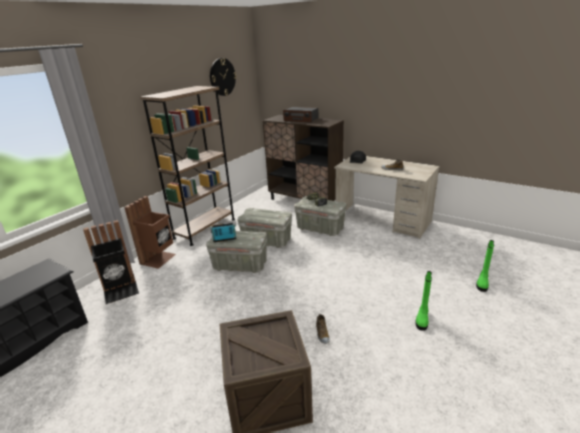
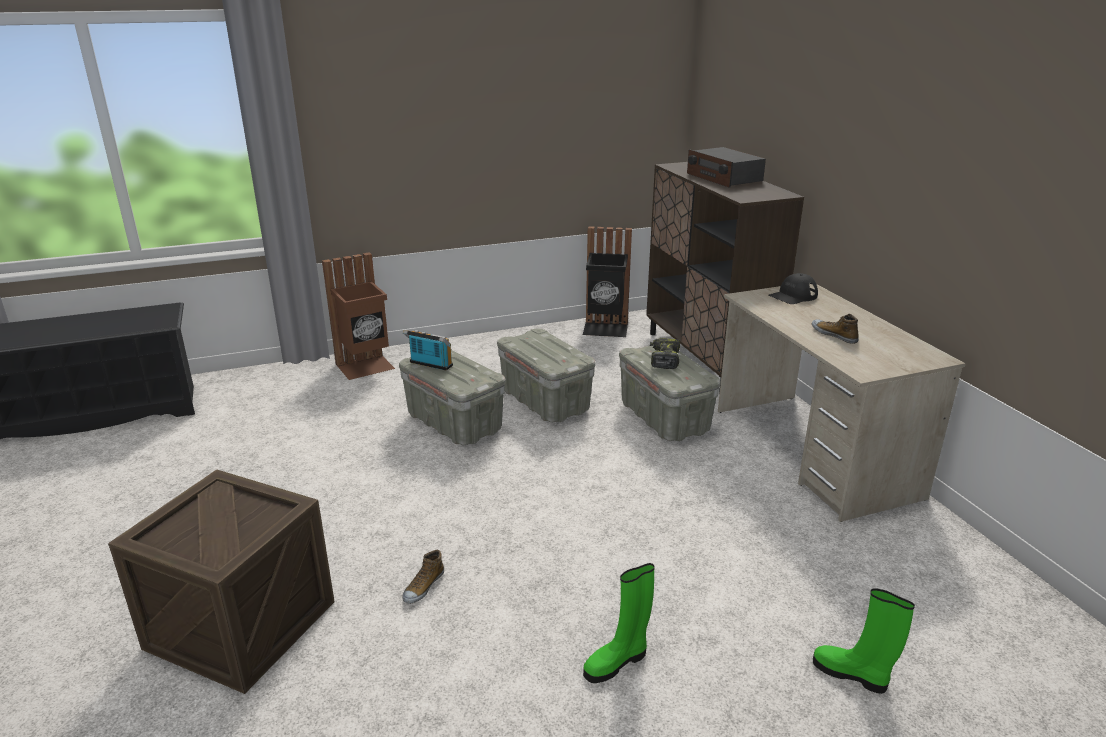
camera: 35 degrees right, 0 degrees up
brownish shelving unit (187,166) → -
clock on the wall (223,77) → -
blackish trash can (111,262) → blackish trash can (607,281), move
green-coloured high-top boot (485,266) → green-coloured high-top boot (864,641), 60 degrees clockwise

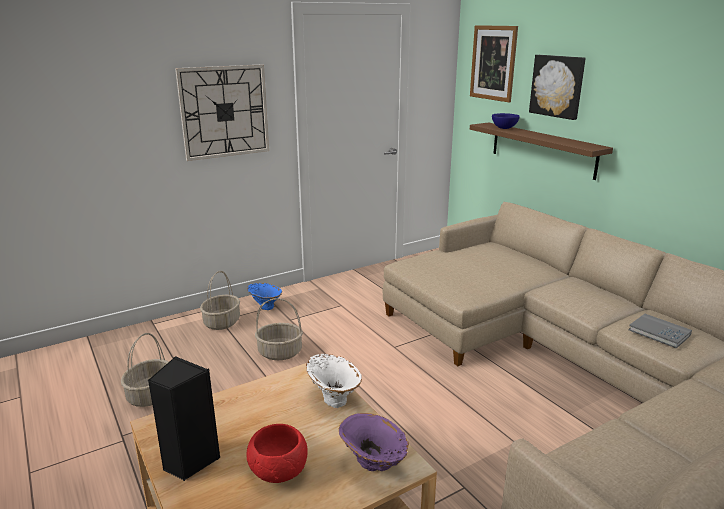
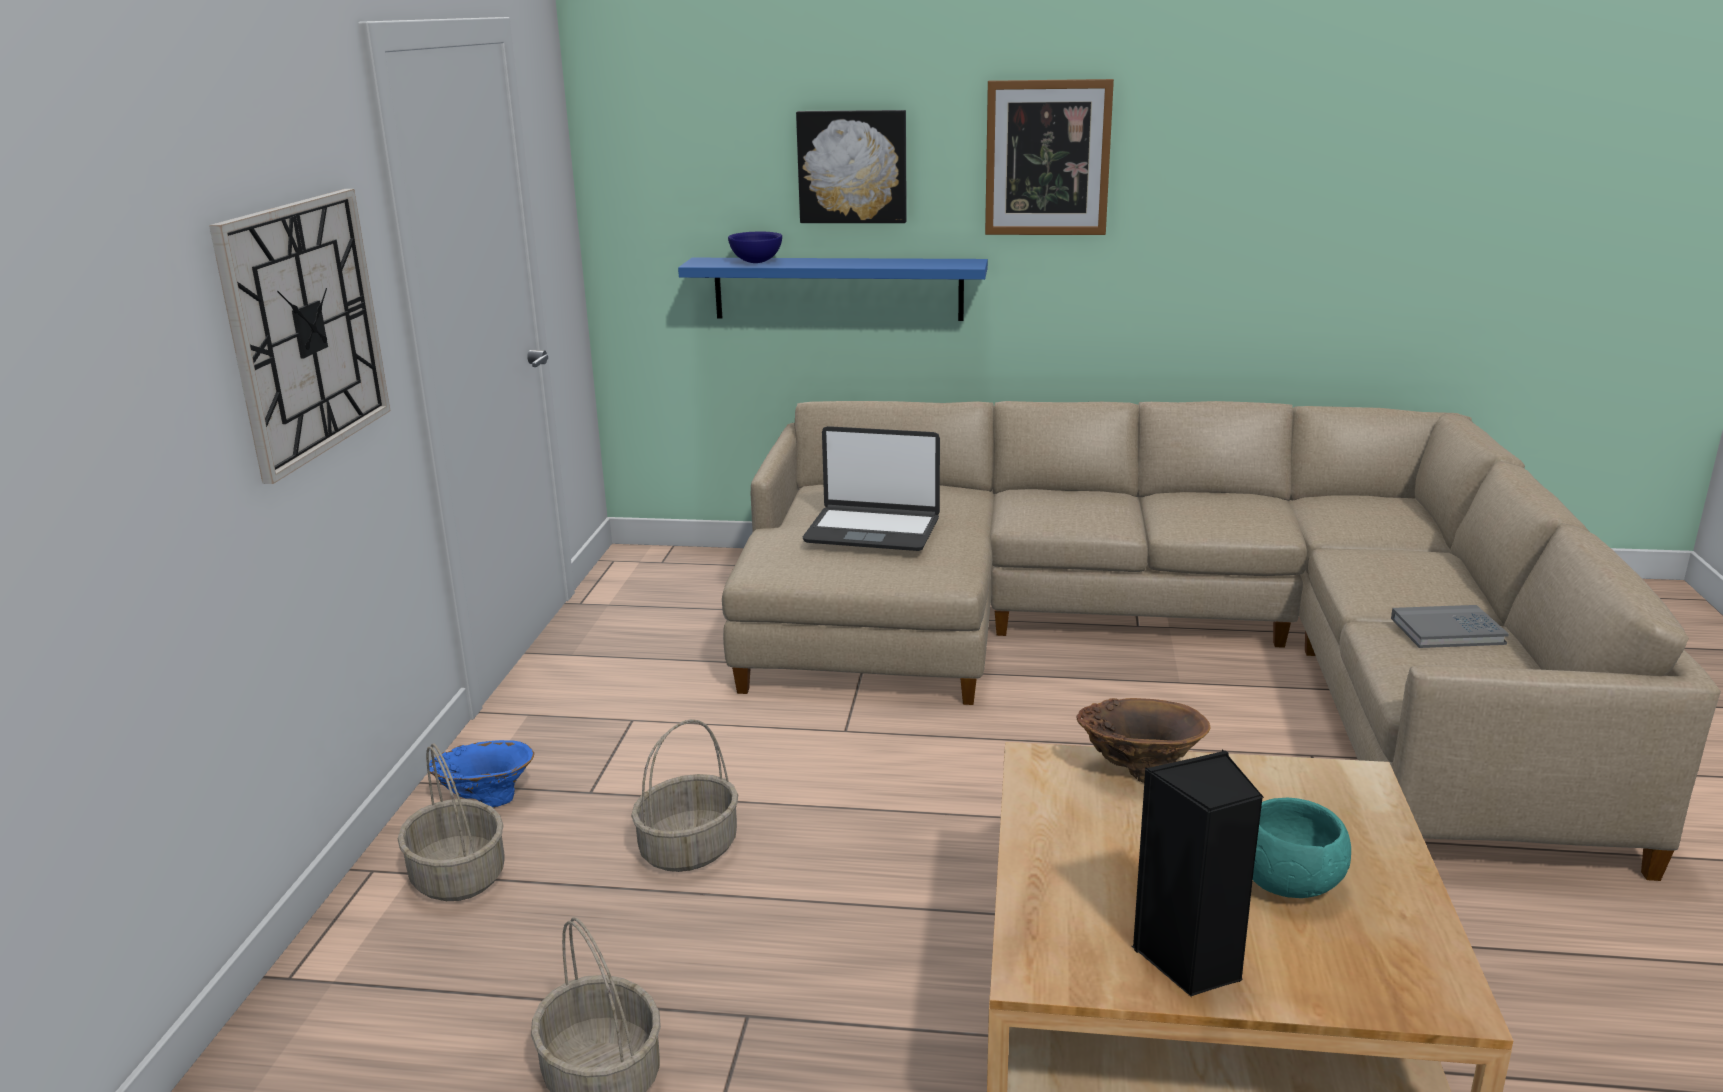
camera: 50 degrees left, 0 degrees up
purplish vase (374,442) → -
- → notebook computer (871,488)
wall picture (494,64) → wall picture (1049,157), move
gray book (660,331) → gray book (1450,626), move
red deep dish (277,453) → blue-green deep dish (1302,848)
whitish vase (334,381) → brownish vase (1143,740)
brownish bracket shelf (541,151) → blue-coloured bracket shelf (833,289)

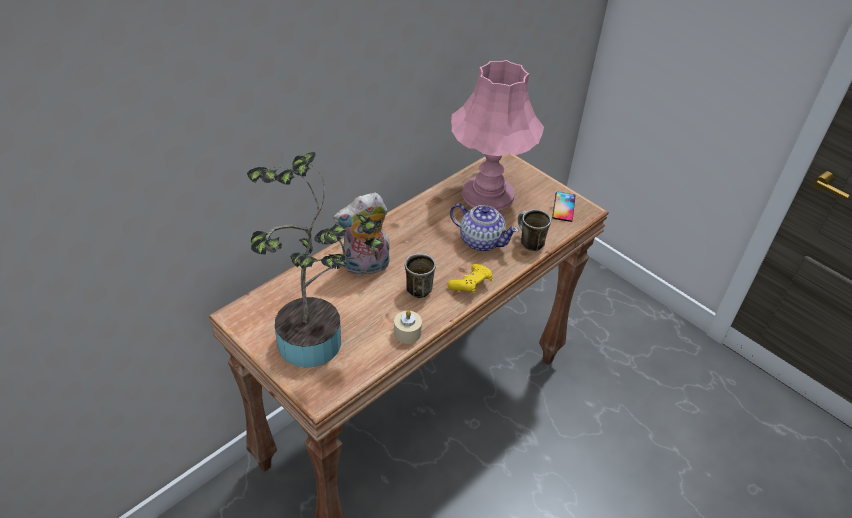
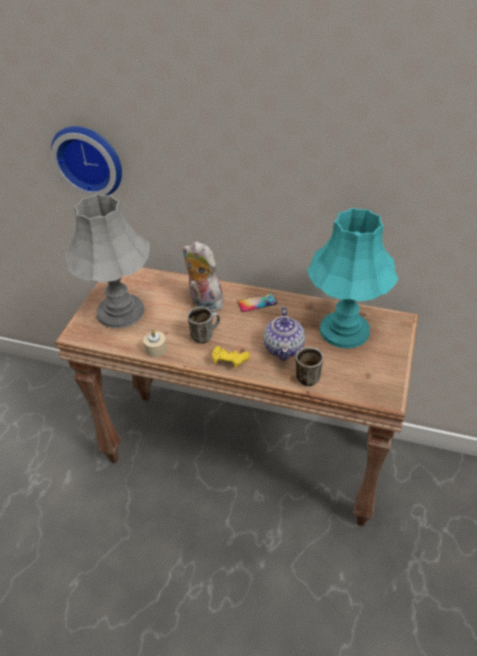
camera: 65 degrees right, 0 degrees up
- → clock on the wall (86,161)
phone (563,207) → phone (257,302), move
plant in a pot (315,260) → gray tabletop lamp (107,261)
pink tabletop lamp (497,135) → blue-green tabletop lamp (353,278)

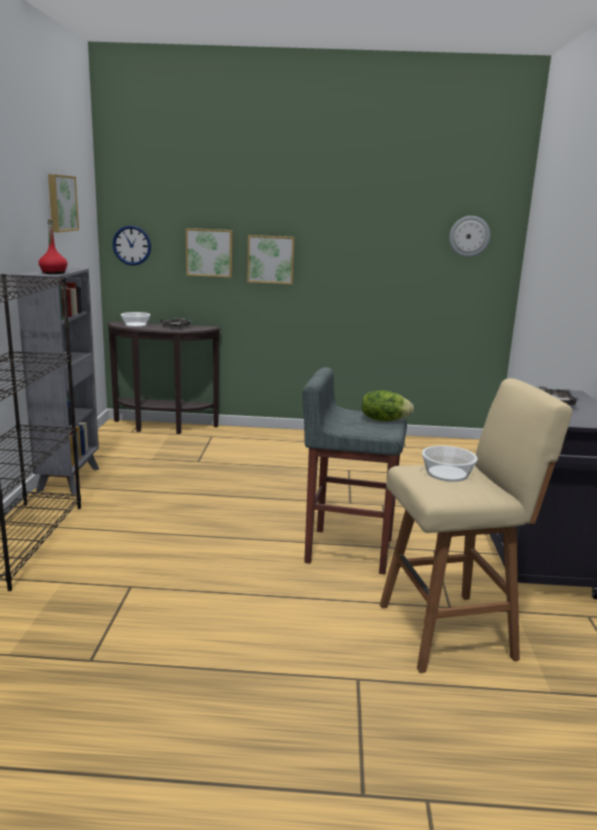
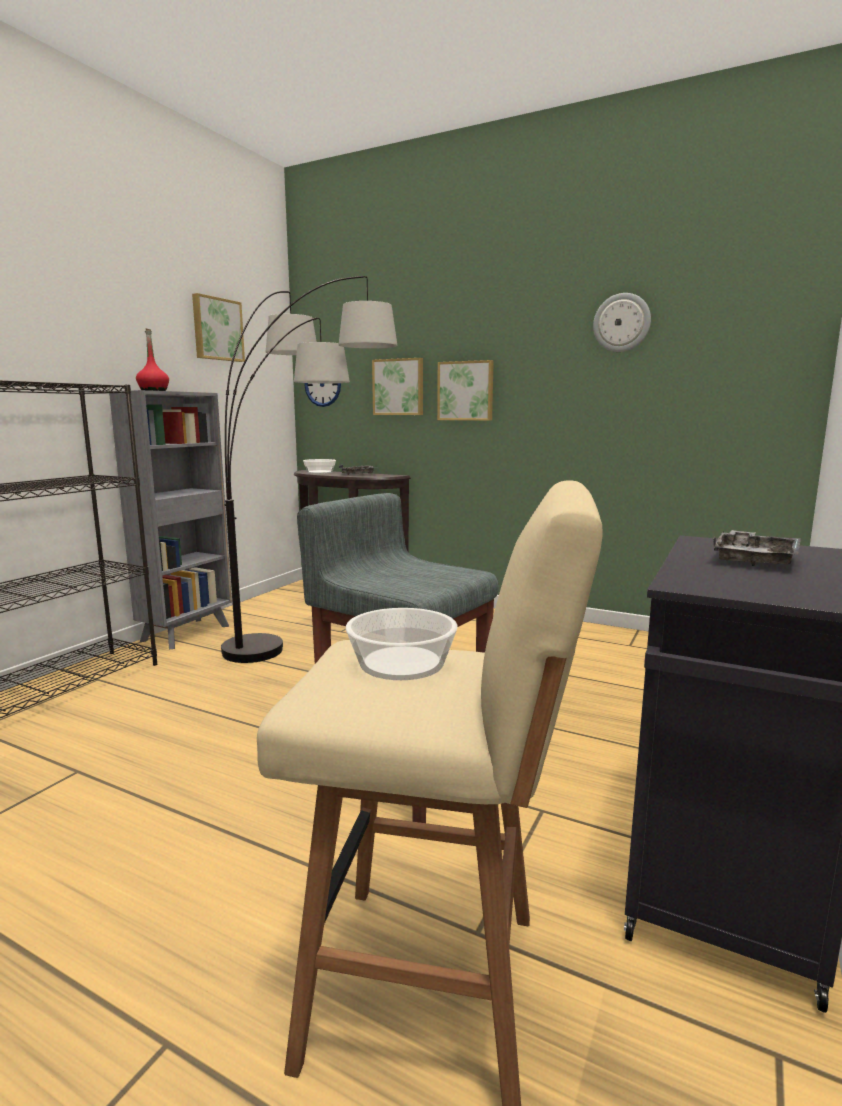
camera: 25 degrees right, 5 degrees down
lettuce head (388,405) → -
- → standard lamp (309,469)
clock on the wall (469,236) → clock on the wall (622,322), move

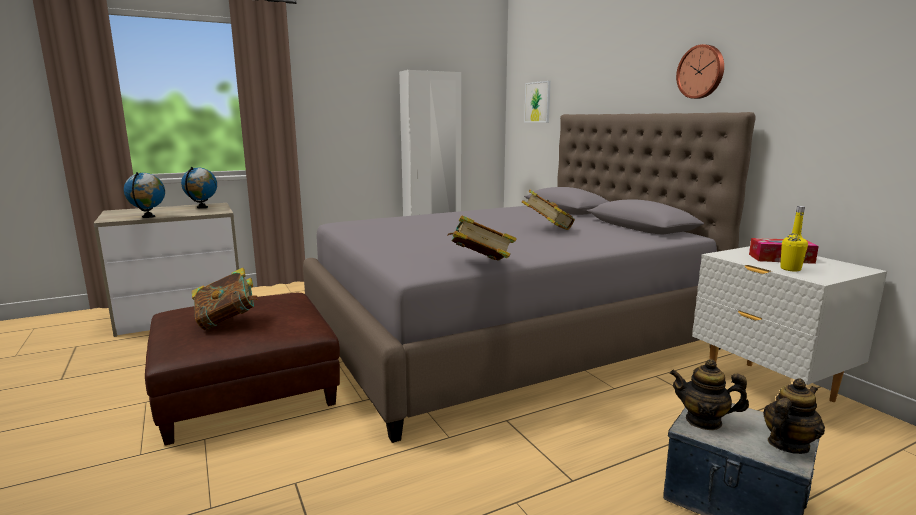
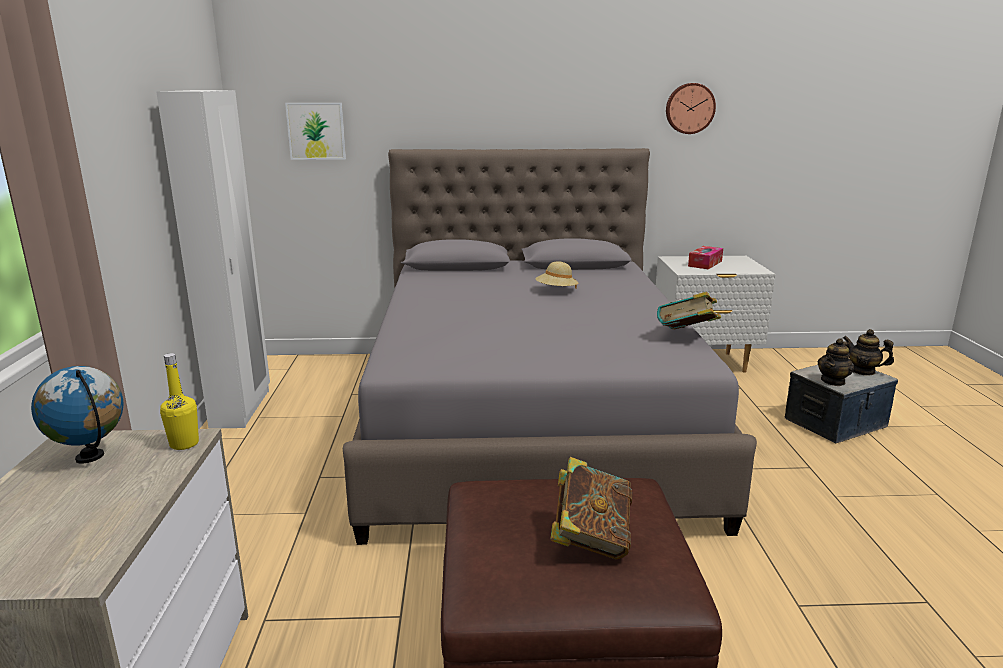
camera: 65 degrees left, 5 degrees up
world globe (144,195) → -
clock on the wall (700,71) → clock on the wall (691,108), move
yellowish beverage bottle (794,238) → yellowish beverage bottle (179,401), move
book (548,210) → beige-coloured hat (556,275)
teapot (794,416) → teapot (868,352), 45 degrees counterclockwise

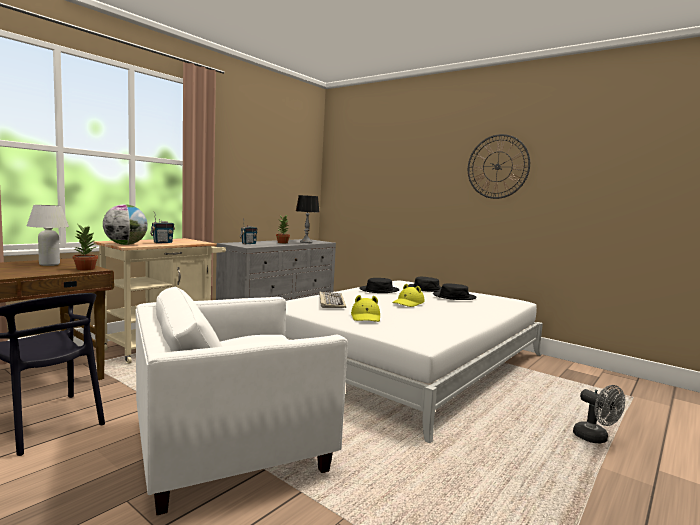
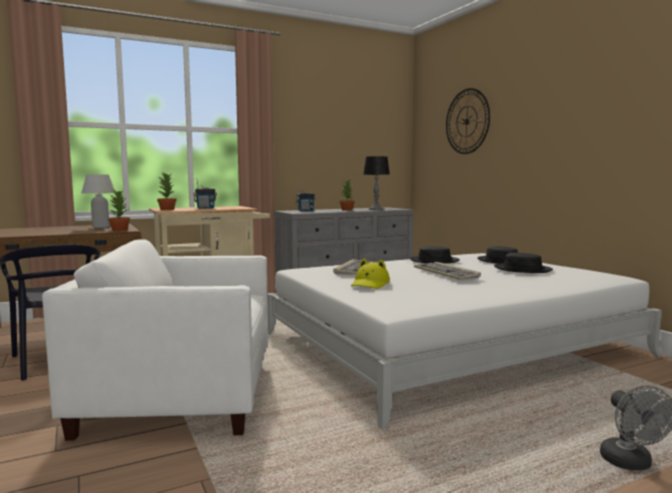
camera: 25 degrees right, 0 degrees up
clock on the wall (499,166) → clock on the wall (468,121), move
world globe (125,224) → plant in a pot (167,191)
yellowish hat (408,295) → PC keyboard (447,271)

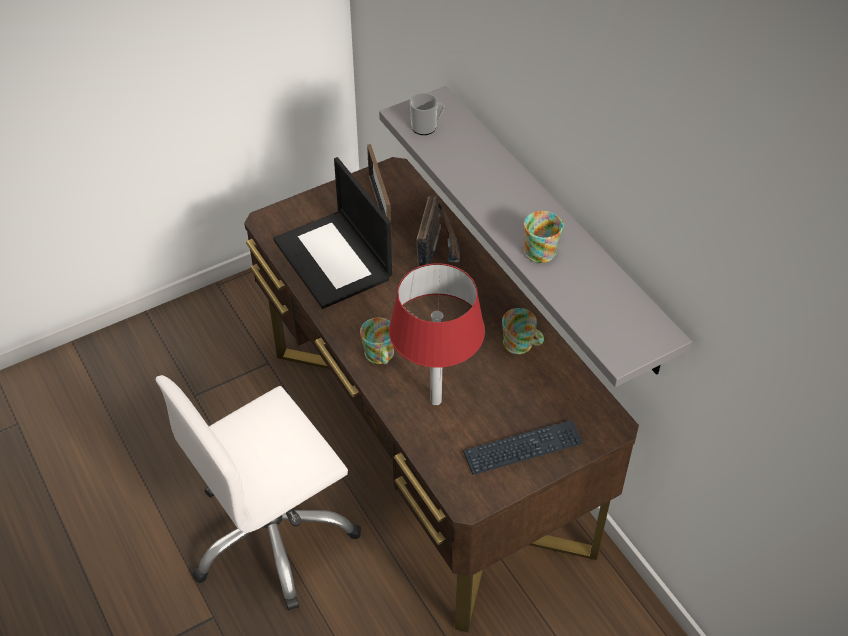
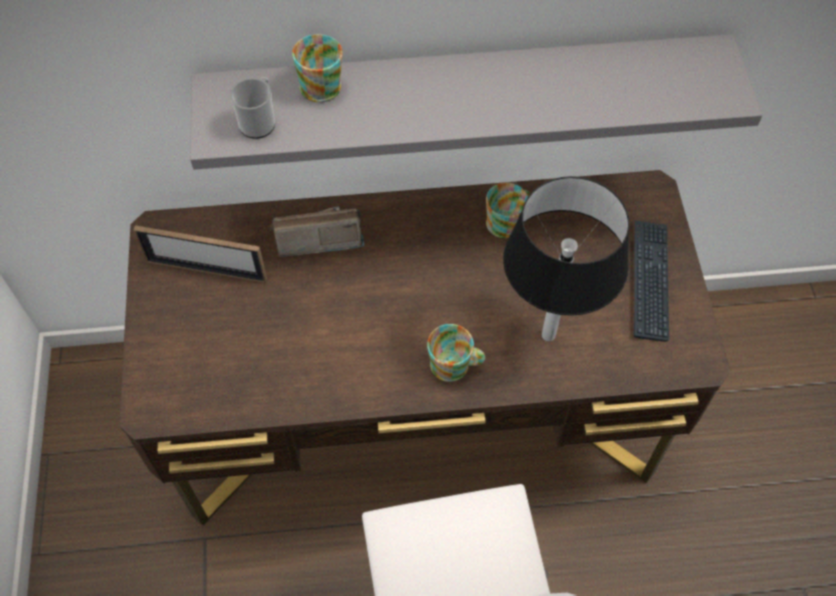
camera: 65 degrees left, 10 degrees up
notebook computer (332,233) → -
mug (544,237) → mug (317,68), move
red tabletop lamp (437,334) → blackish tabletop lamp (566,258)
radio set (438,231) → radio set (317,231), 45 degrees counterclockwise

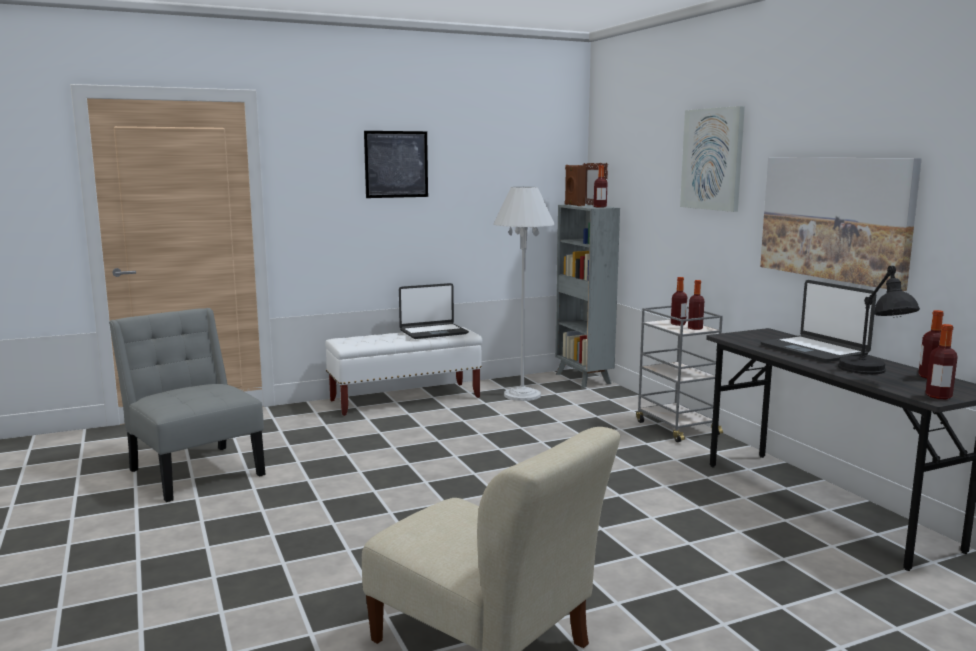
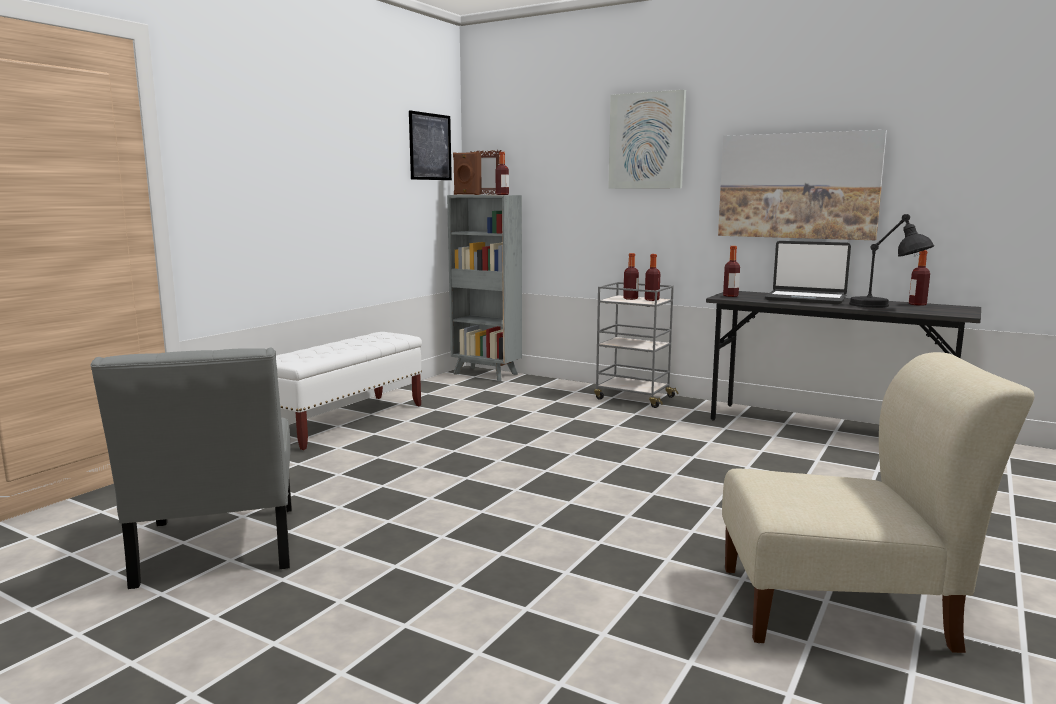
camera: 35 degrees left, 0 degrees up
notebook computer (434,311) → -
whitish standard lamp (524,294) → -
wall picture (396,164) → wall picture (430,145), move
beverage bottle (942,361) → beverage bottle (731,271), move
gray plain chair (187,405) → gray plain chair (191,468), 120 degrees counterclockwise

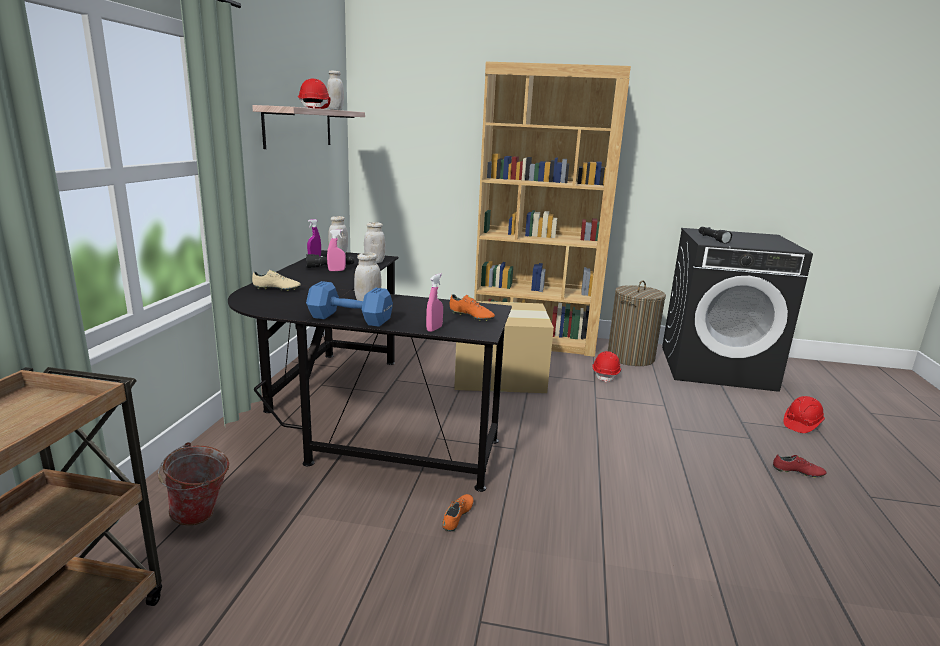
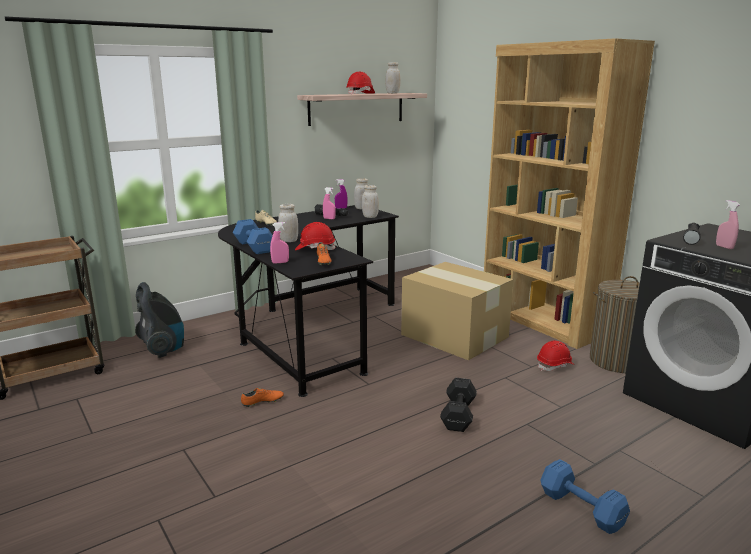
camera: 45 degrees right, 0 degrees up
- → blackish free weight (458,405)
- → pink sprayer (728,224)
red hard hat (804,414) → red hard hat (315,236), move
water bucket (193,483) → vacuum (159,320)
red item of footwear (800,466) → blue-coloured free weight (585,496)

